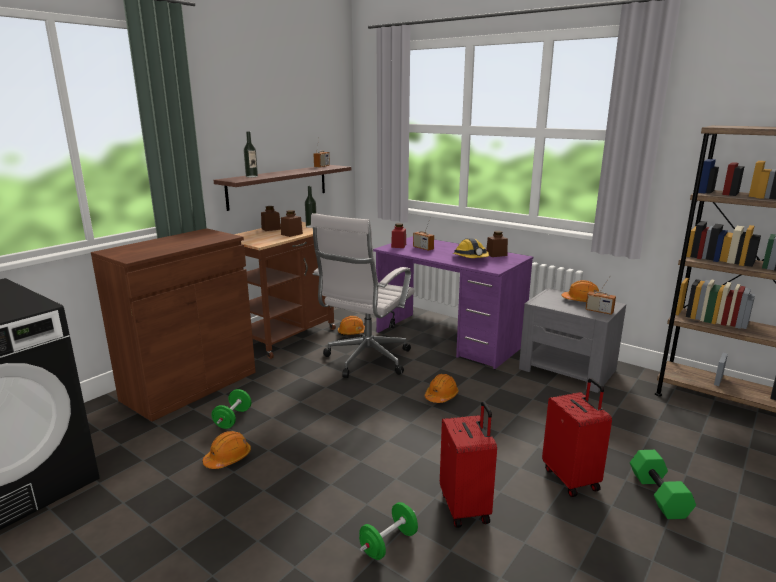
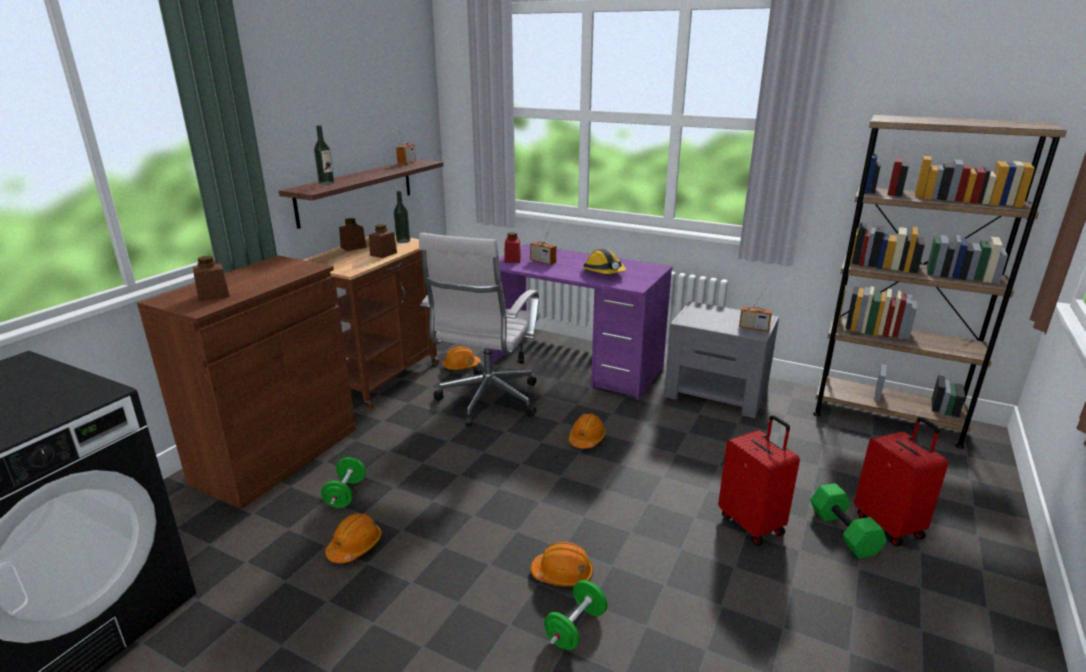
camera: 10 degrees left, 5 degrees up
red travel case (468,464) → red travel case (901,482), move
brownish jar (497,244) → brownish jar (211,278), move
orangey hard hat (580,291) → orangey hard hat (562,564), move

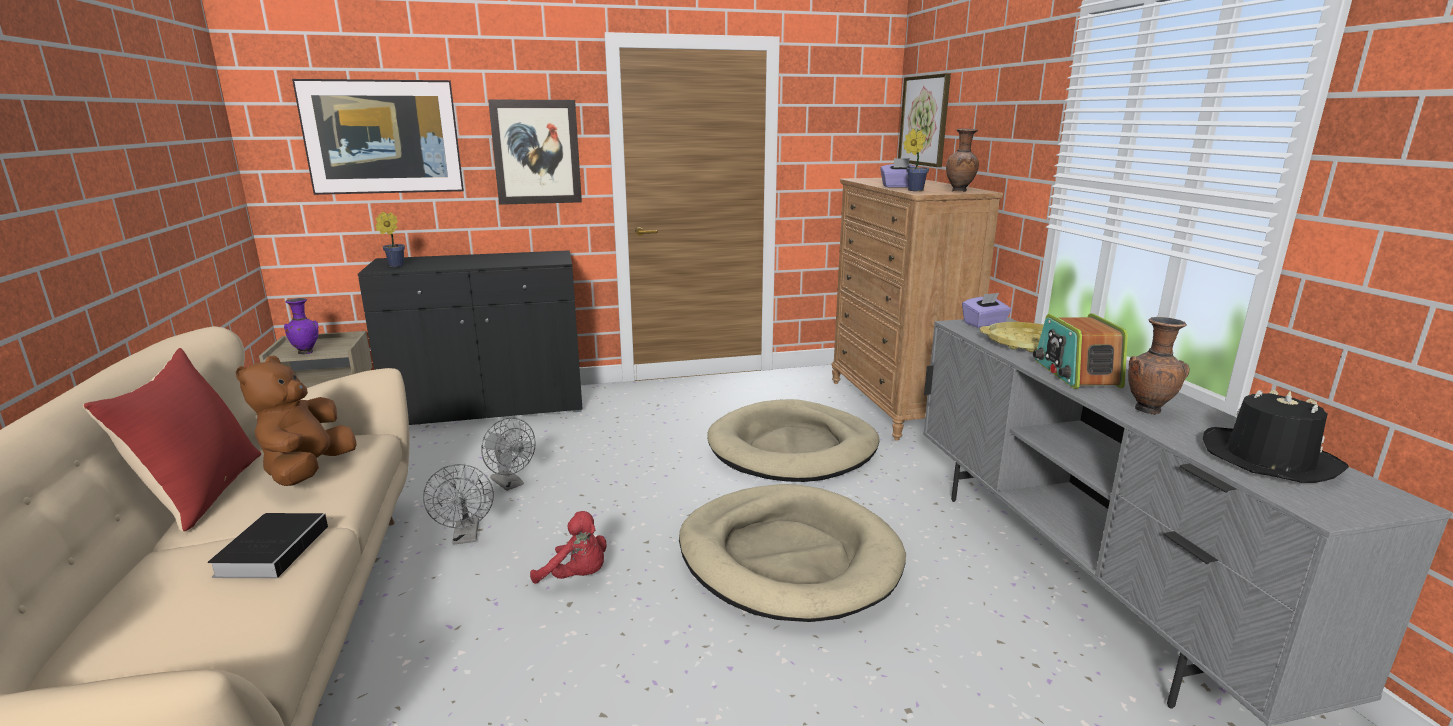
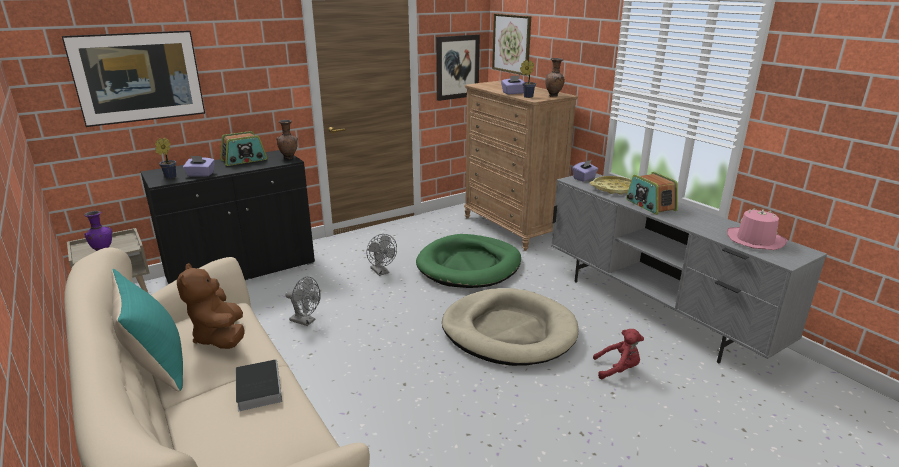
camera: 20 degrees left, 5 degrees up
- → purplish tissue holder (199,166)
- → radio set (243,148)
gray fan (458,504) → gray fan (381,255), move
wall picture (535,152) → wall picture (458,67), move
red soft toy (568,547) → red soft toy (618,354), move
brownish vase (1159,366) → brownish vase (287,140), move
red cushion (172,440) → blue-green cushion (147,330)
beige-coloured pet bed (793,440) → green-coloured pet bed (468,261)
blackish hat (1276,436) → pink hat (757,229)

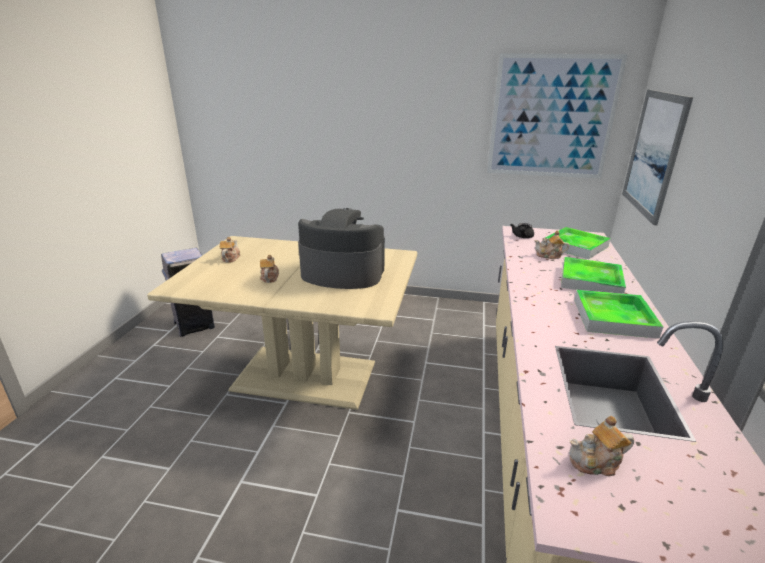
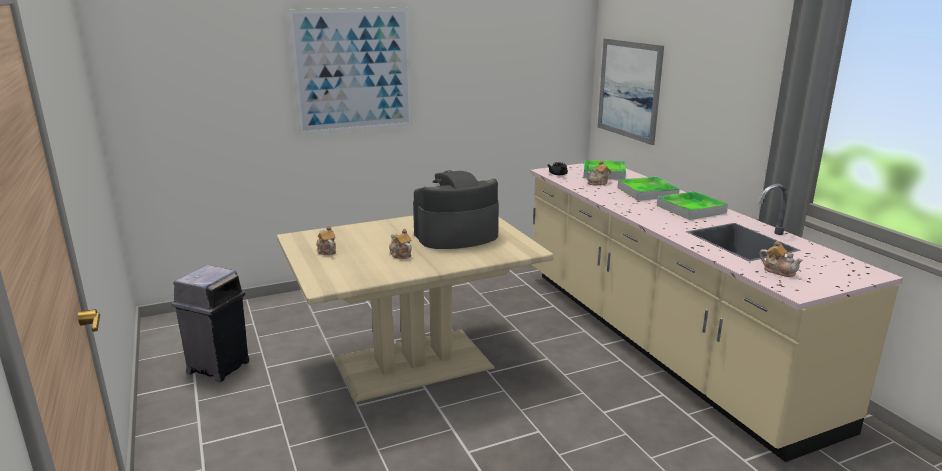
camera: 35 degrees left, 5 degrees down
wall picture (557,116) → wall picture (350,71), move
teapot (601,446) → teapot (781,259), 90 degrees counterclockwise

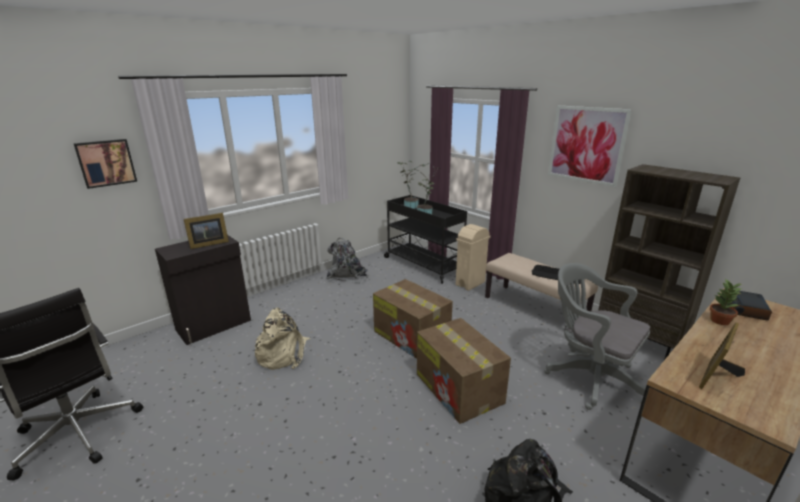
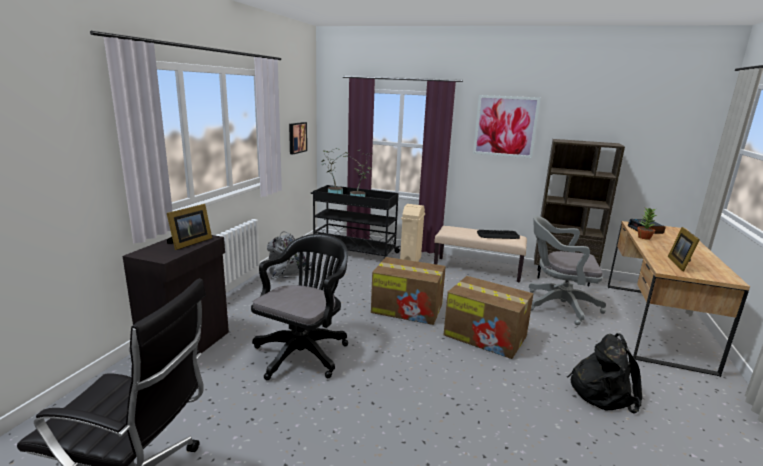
camera: 30 degrees left, 5 degrees down
wall picture (105,164) → wall picture (298,138), move
beige-coloured backpack (282,338) → blackish desk chair (299,307)

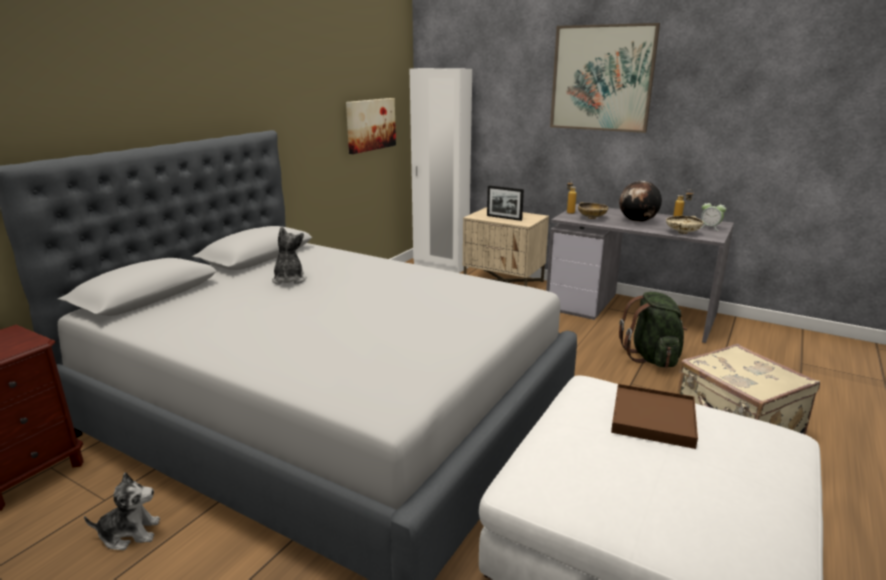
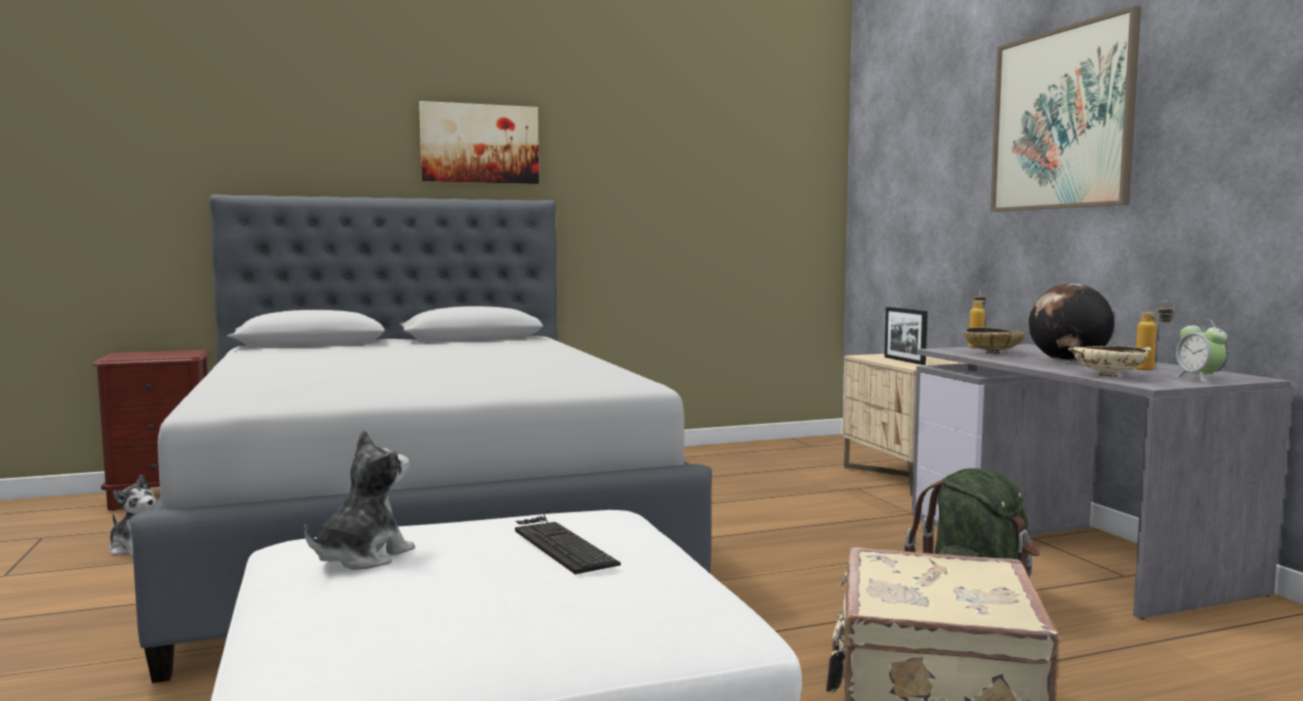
camera: 40 degrees right, 15 degrees down
whitish wardrobe (441,170) → -
soft toy (289,256) → soft toy (359,500), move
wall picture (371,126) → wall picture (479,142), move
brownish serving tray (654,416) → PC keyboard (568,541)

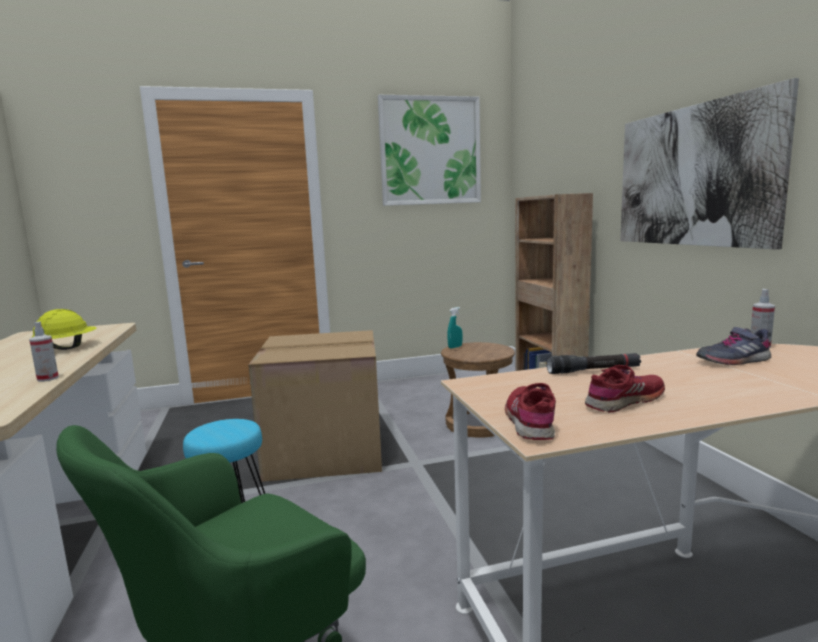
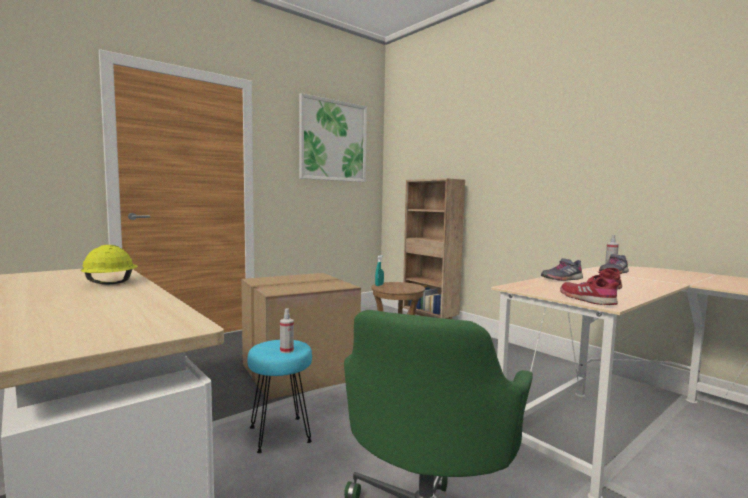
camera: 25 degrees left, 5 degrees down
wall picture (709,164) → -
sprayer (44,351) → sprayer (287,330), move
blackish torch (594,363) → gray item of footwear (562,269)

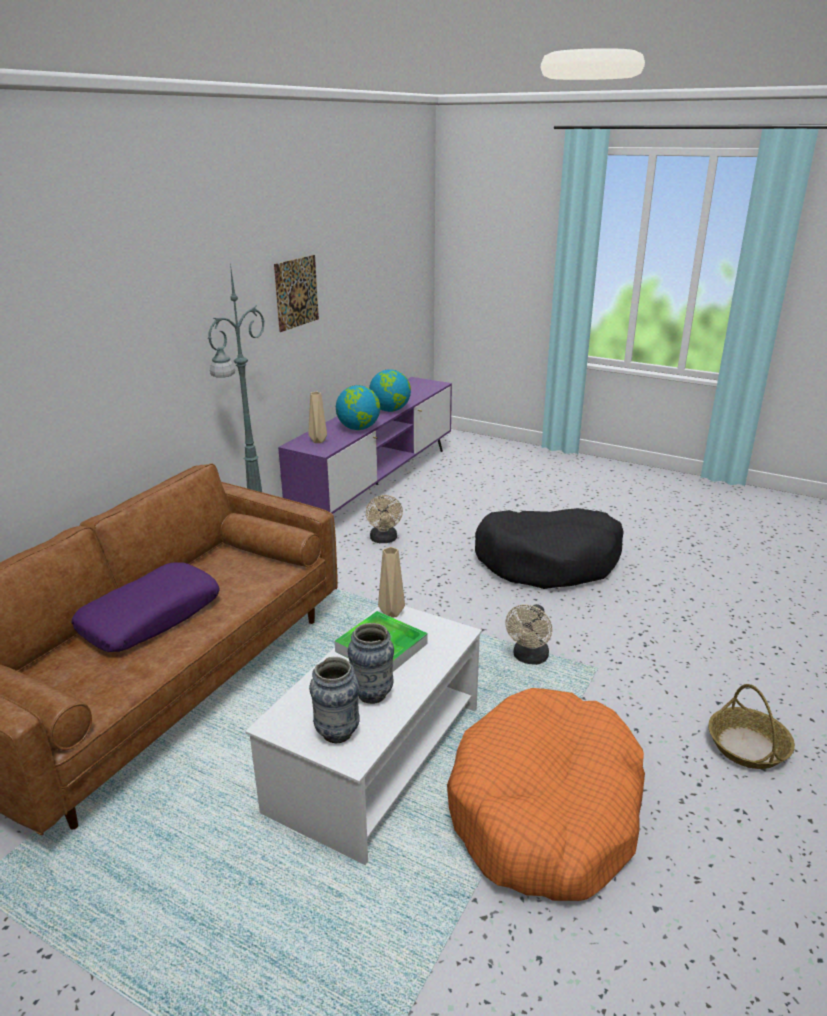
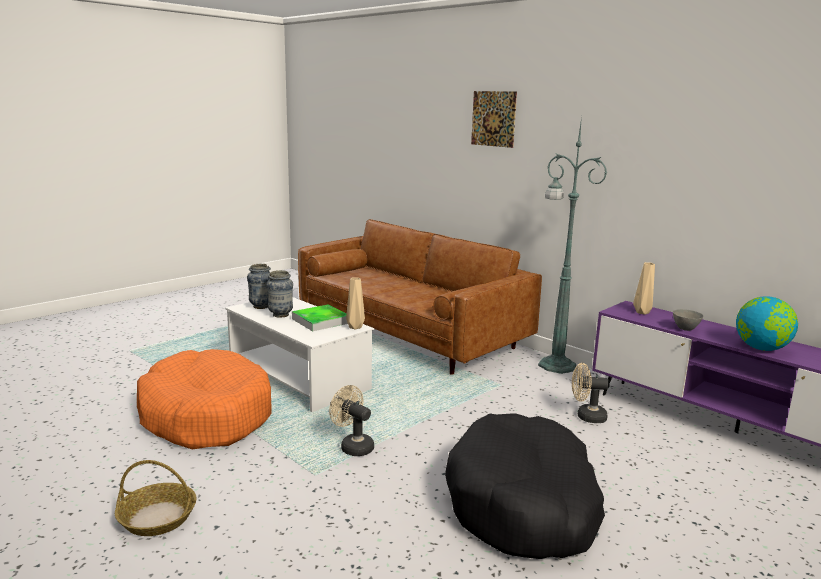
camera: 105 degrees right, 10 degrees down
purplish cushion (145,607) → -
wall picture (296,293) → wall picture (494,119), move
world globe (358,407) → gray deep dish (688,320)

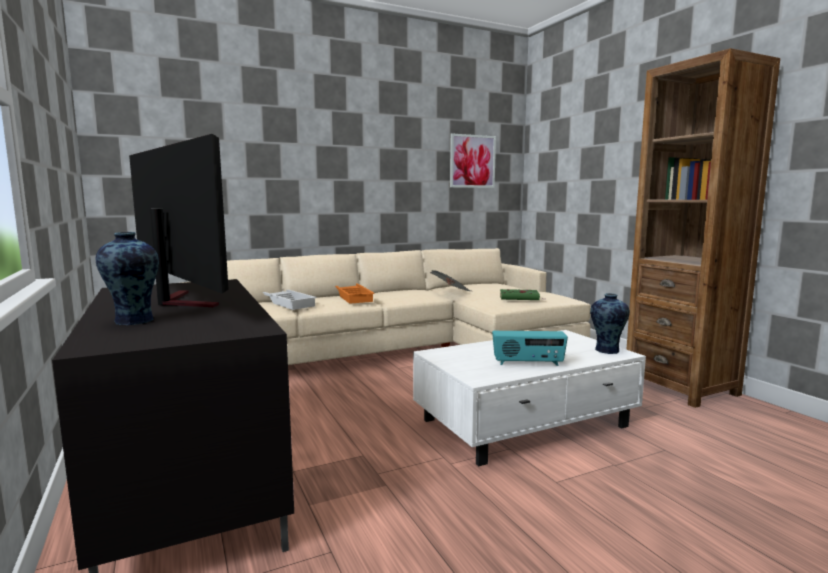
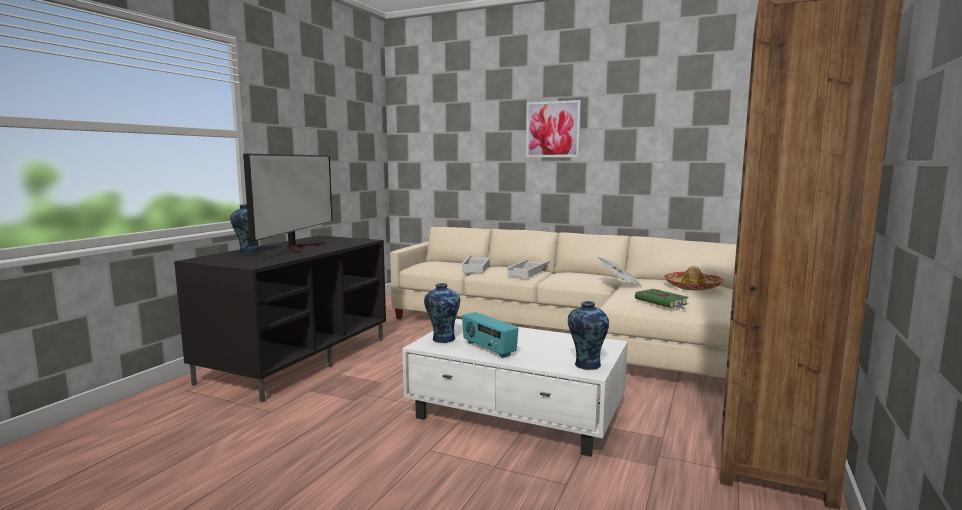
camera: 50 degrees right, 0 degrees up
- → vase (442,313)
- → hat (694,278)
wall picture (473,161) → wall picture (553,128), move
orangey serving tray (355,293) → whitish serving tray (528,269)

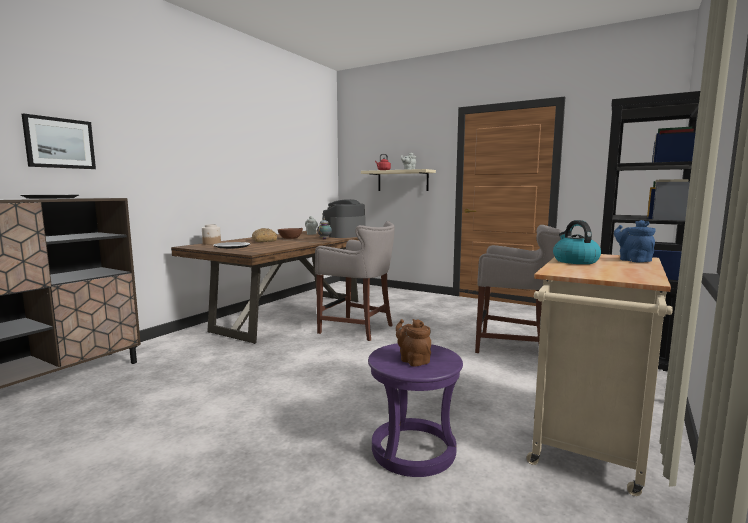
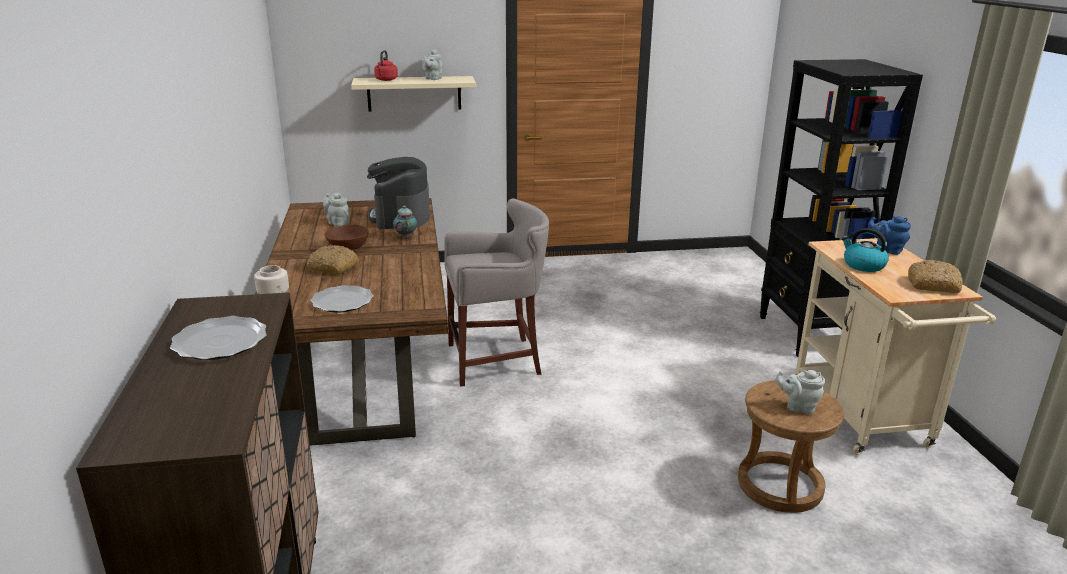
camera: 40 degrees left, 15 degrees up
wall picture (59,141) → -
gray stool seat (519,289) → -
- → bread (935,276)
purplish stool seat (415,410) → brownish stool seat (791,446)
brownish teapot (413,342) → gray teapot (800,392)

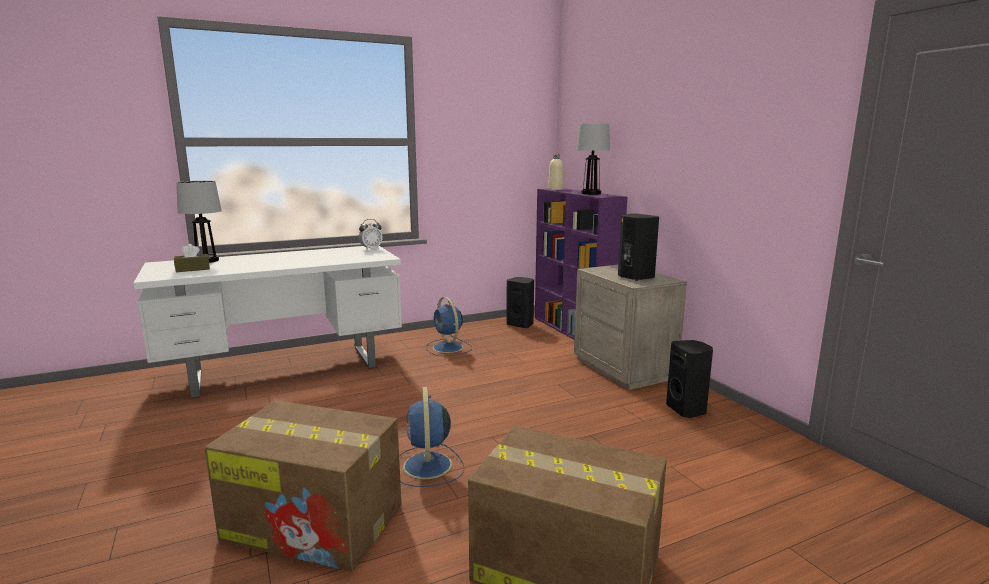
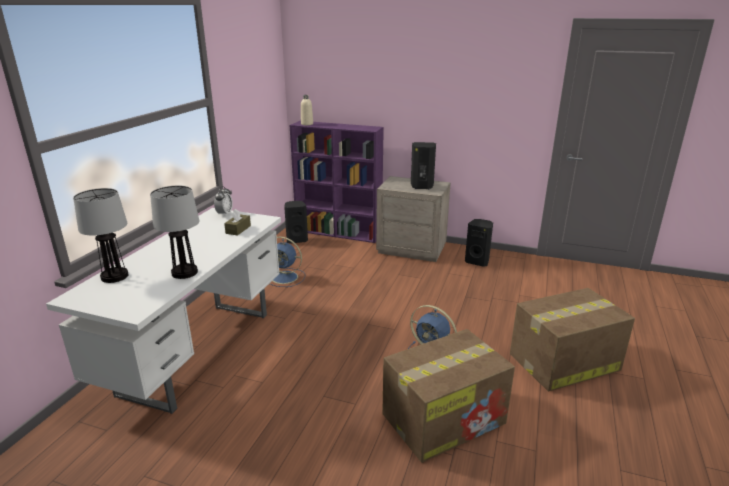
camera: 45 degrees left, 10 degrees up
brownish tissue holder (192,258) → brownish tissue holder (237,222), move
tabletop lamp (593,159) → tabletop lamp (174,232), move

